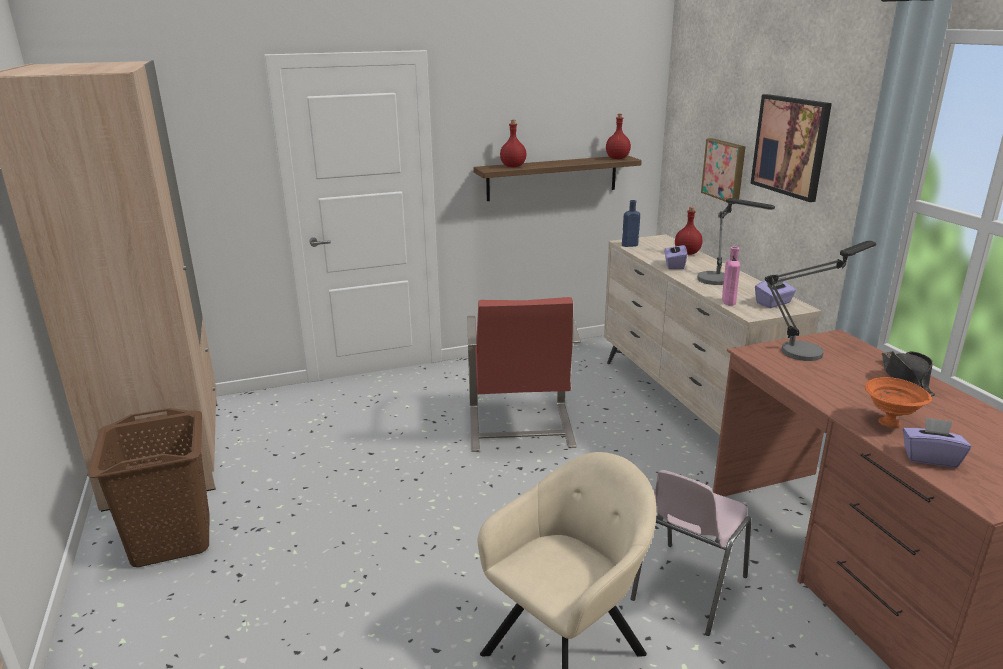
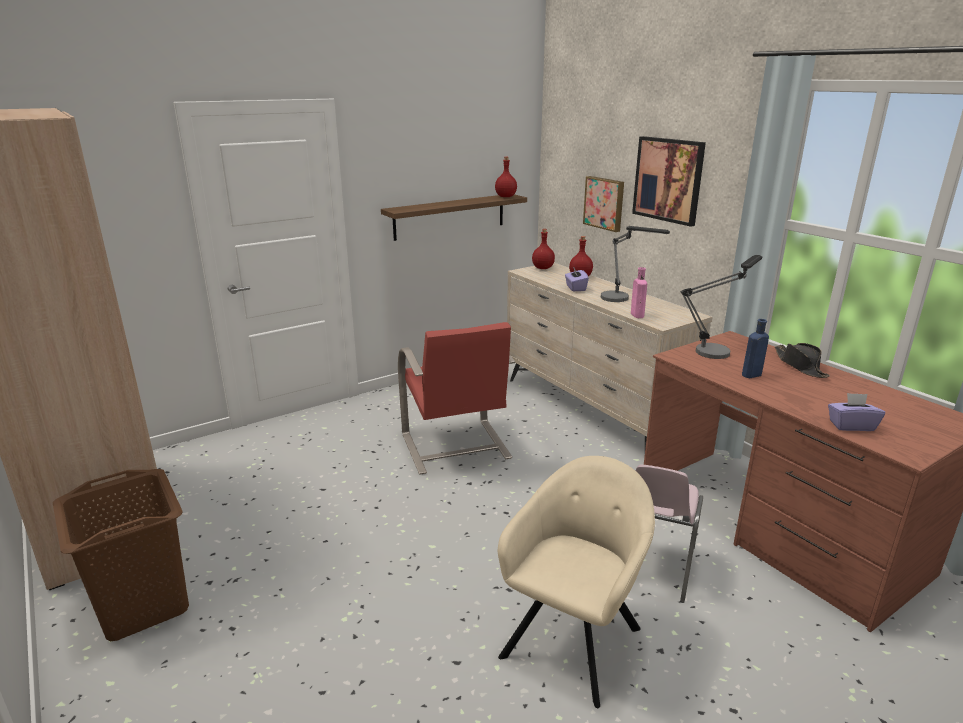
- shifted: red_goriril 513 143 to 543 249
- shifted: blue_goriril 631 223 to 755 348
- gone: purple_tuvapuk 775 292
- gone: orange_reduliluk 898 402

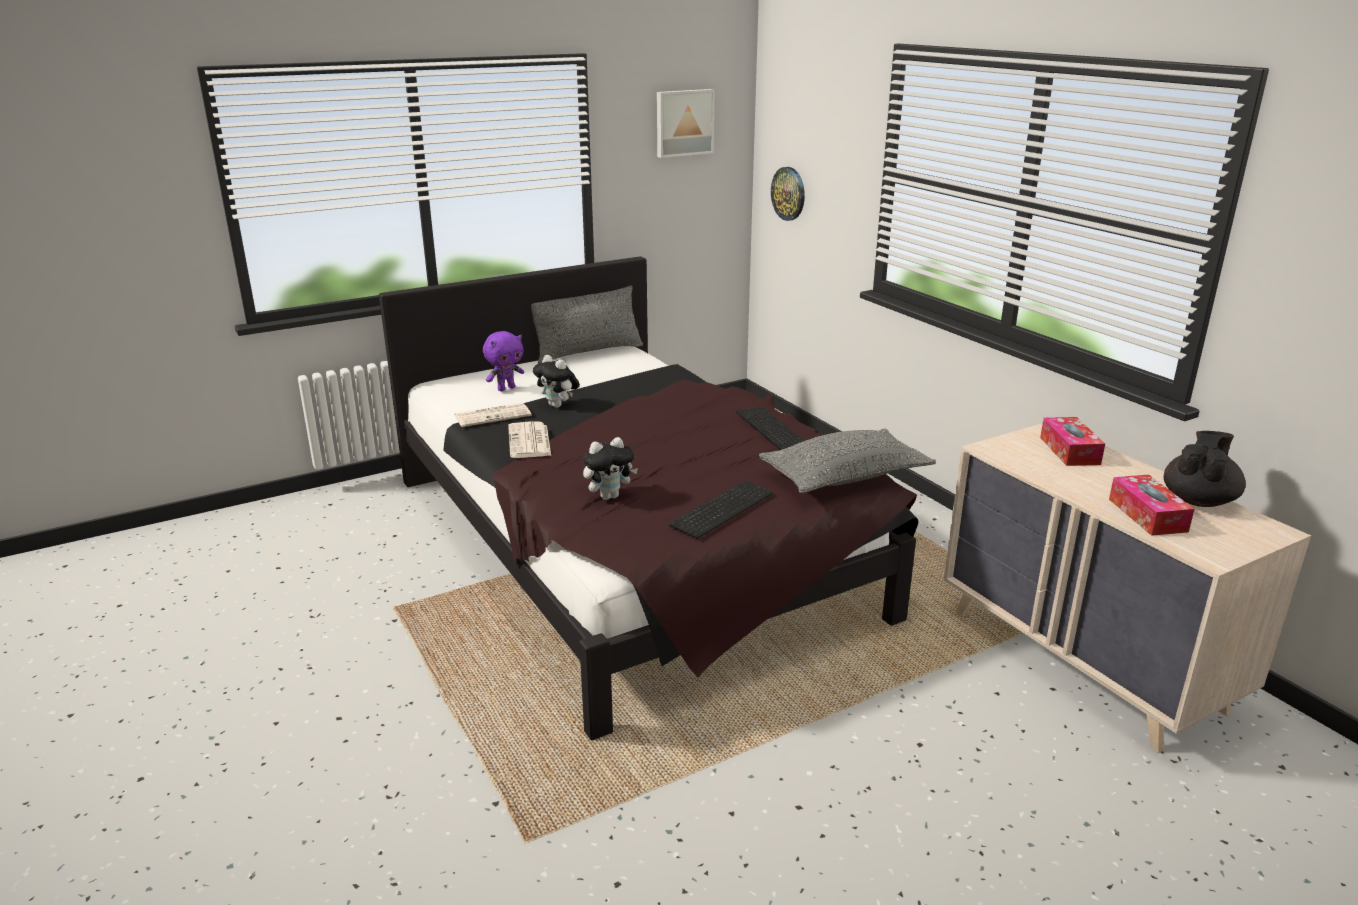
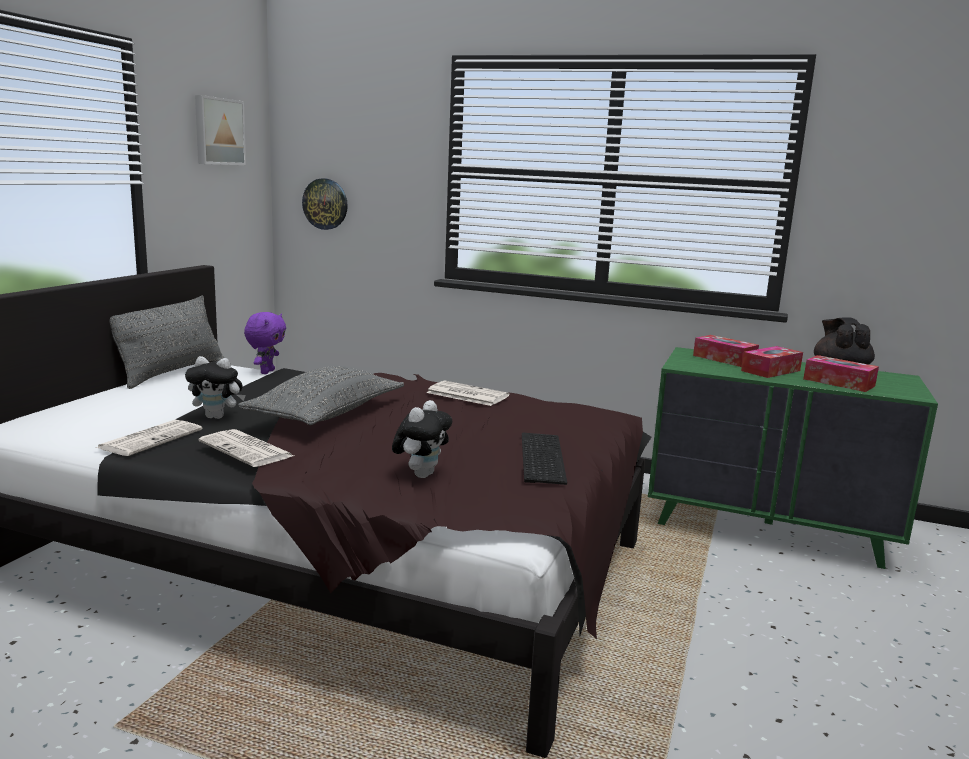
- shifted: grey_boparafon 847 461 to 321 395
- shifted: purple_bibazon 503 361 to 265 343
- swapped: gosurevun 770 428 to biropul 467 393
- repainted: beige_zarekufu 1127 588 to green_zarekufu 793 458
- new: tuvapuk 772 362

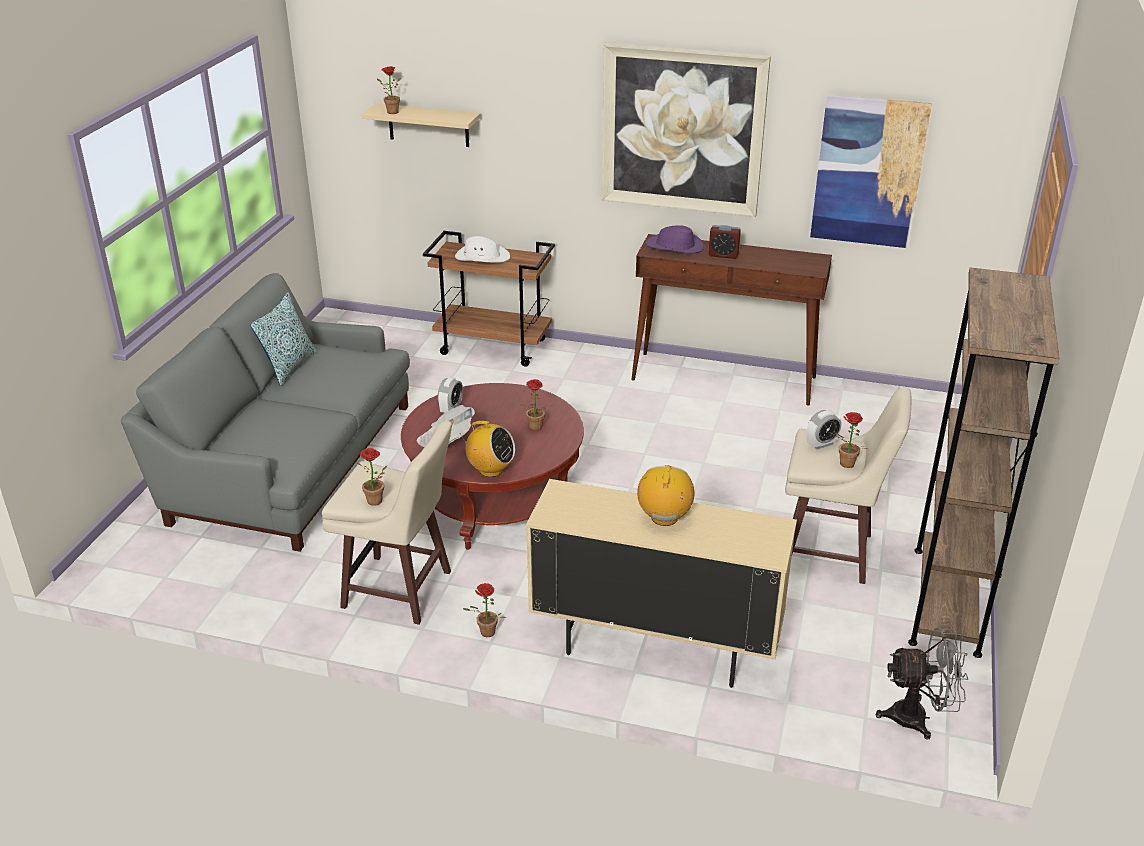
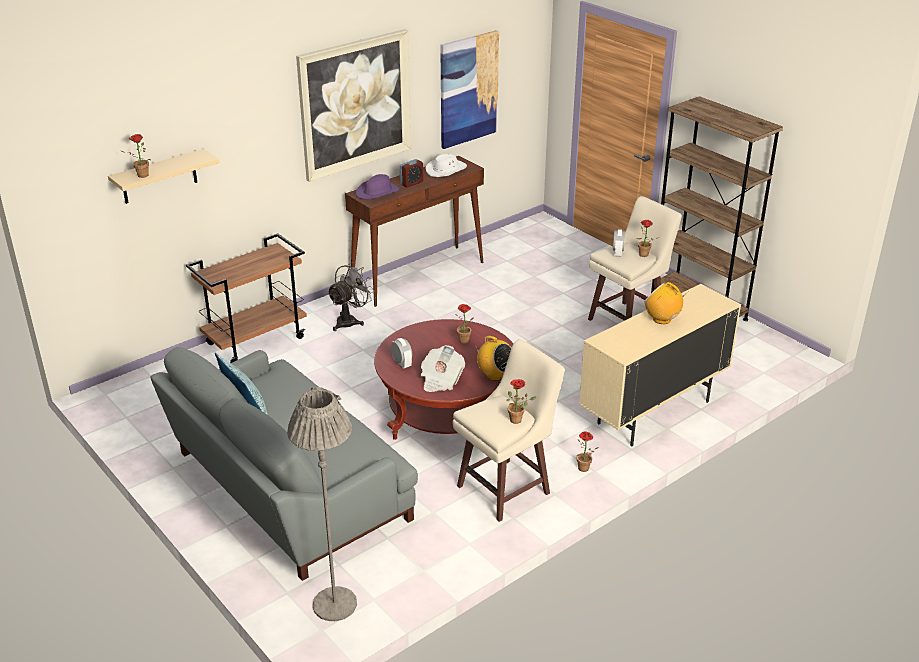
- new: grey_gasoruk 322 504
- shifted: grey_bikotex 921 684 to 351 296
- shifted: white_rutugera 482 249 to 446 165
- rotated: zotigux 488 449 = 493 358 75 degrees clockwise

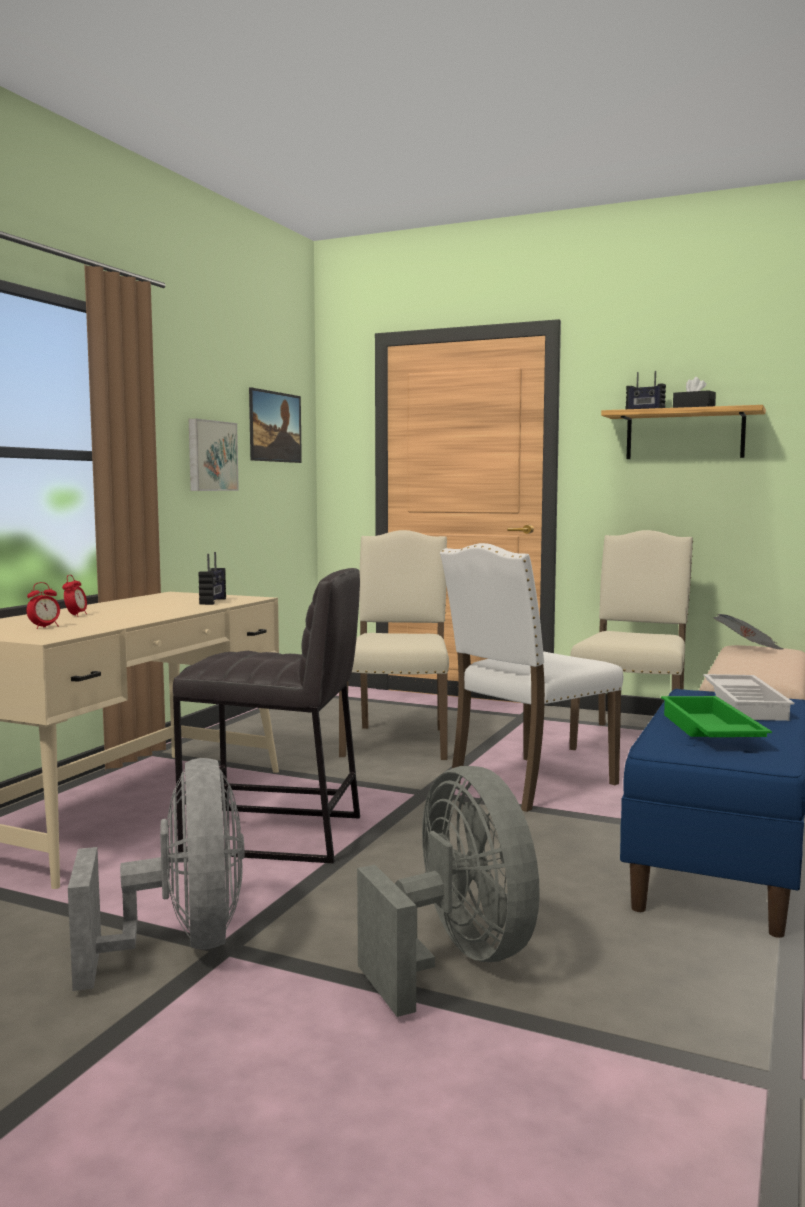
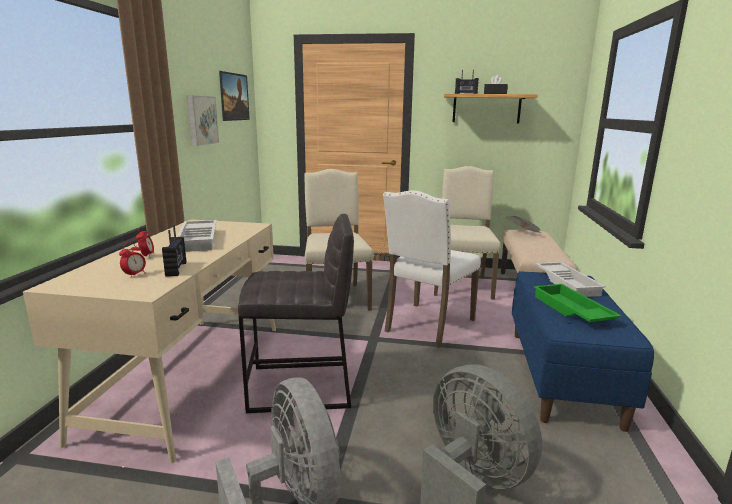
- shifted: zotigux 212 578 to 174 251
- new: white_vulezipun 197 236

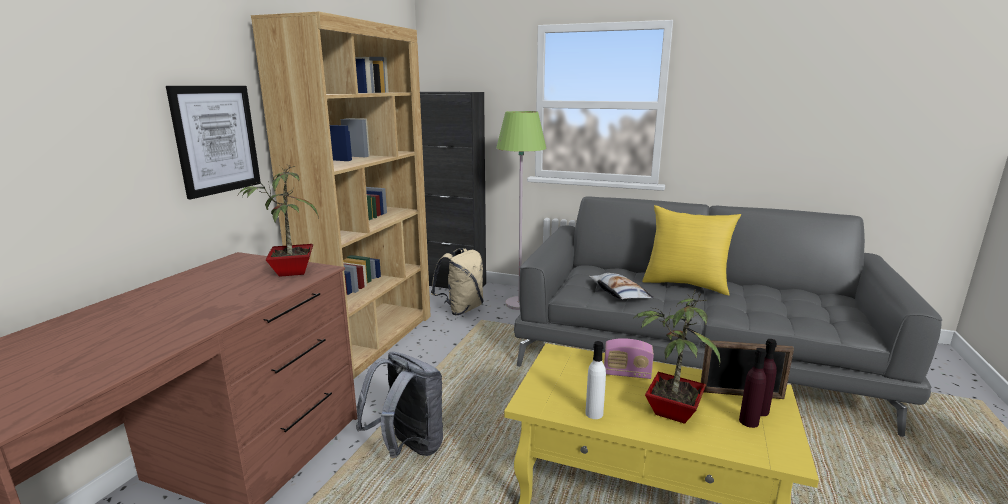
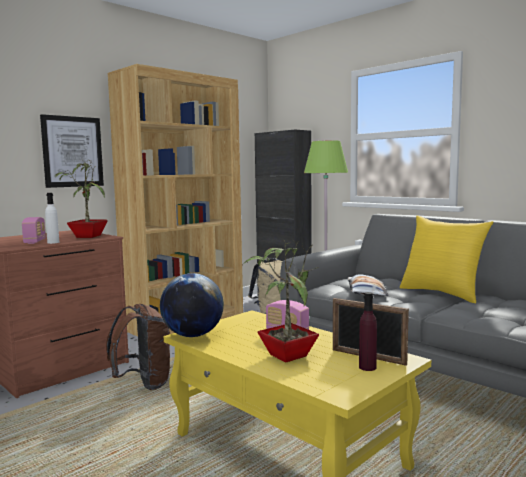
- new: zotigux 34 230
- shifted: white_goriril 595 380 to 52 218
- repainted: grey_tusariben 399 405 to brown_tusariben 138 347
- new: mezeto 192 305
- gone: purple_goriril 752 388

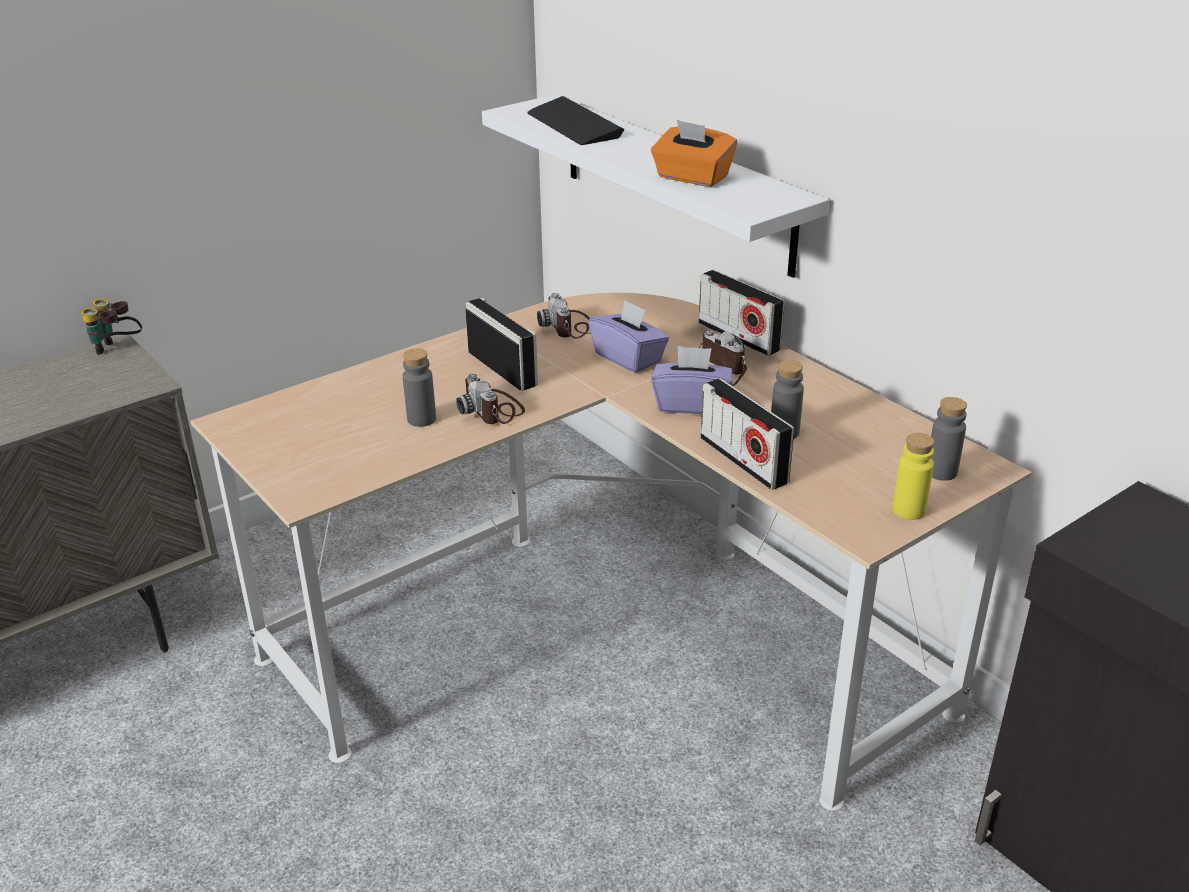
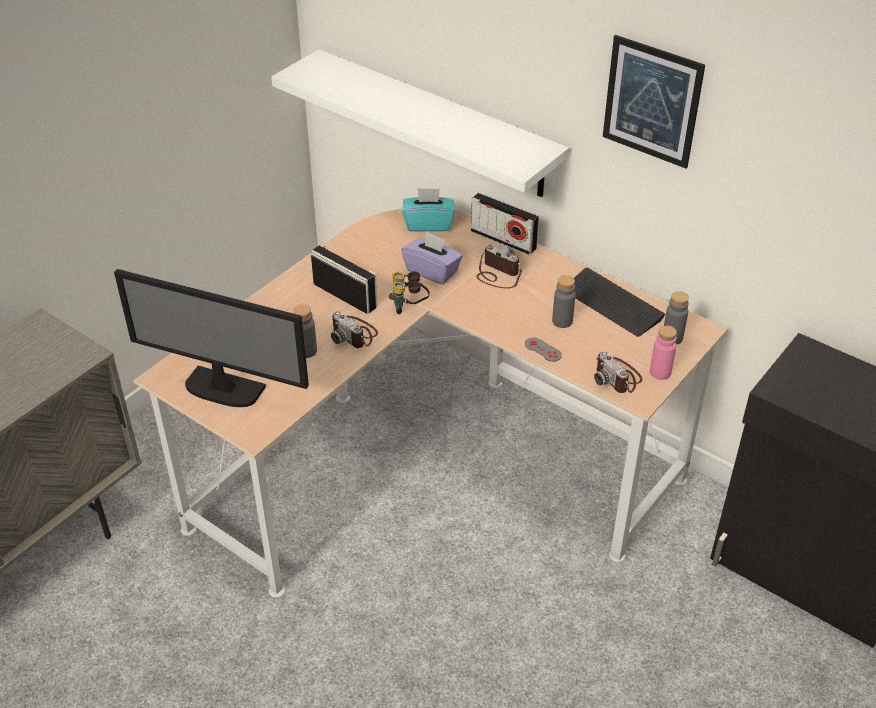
- new: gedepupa 211 338
- shifted: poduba 111 327 to 409 292
- new: turquoise_tuvapuk 428 210
- swapped: zotigux 747 434 to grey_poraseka 543 349
- shifted: gosurevun 576 120 to 619 302
- shifted: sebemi 564 316 to 618 372
- new: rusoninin 654 101
- repainted: yellow_goriril 913 476 to pink_goriril 663 352
- gone: orange_tuvapuk 694 153
- gone: purple_tuvapuk 691 380

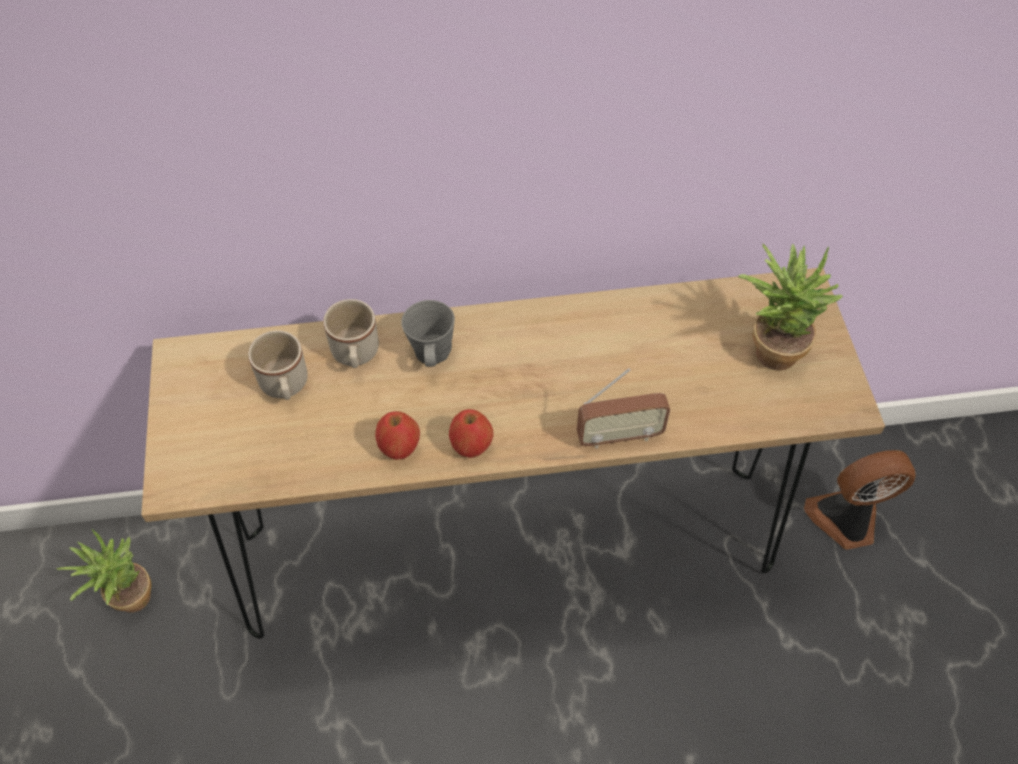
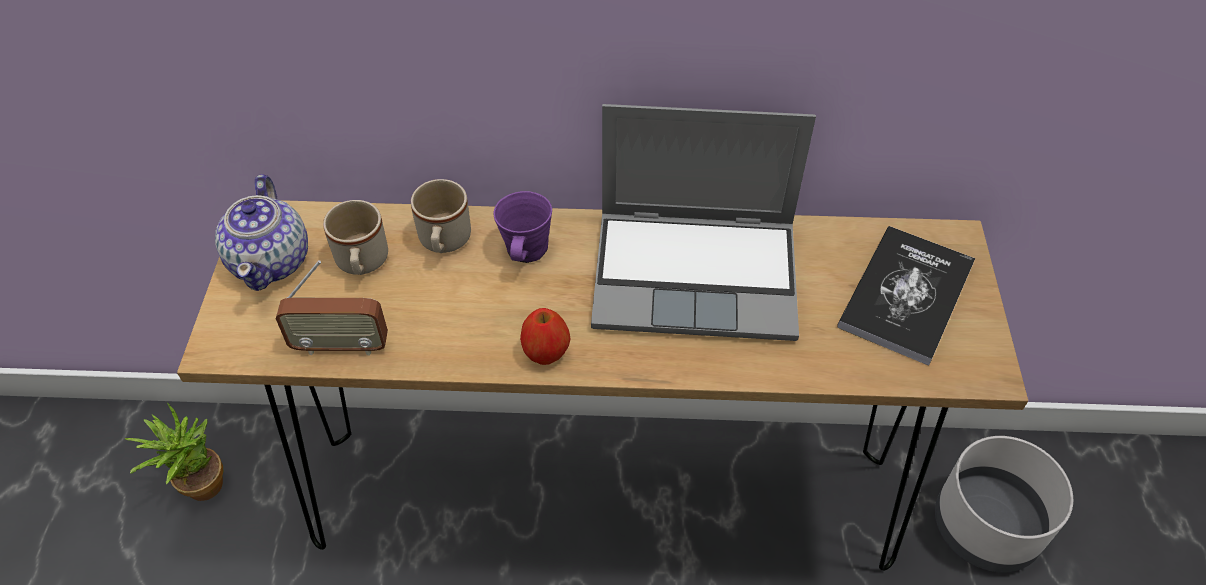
- new: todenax 261 232
- shifted: zotigux 623 408 to 332 308
- repainted: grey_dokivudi 428 333 to purple_dokivudi 522 227
- new: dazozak 703 222
- swapped: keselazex 790 307 to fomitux 906 296
- swapped: bikotex 860 500 to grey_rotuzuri 1004 504
- gone: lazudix 397 435

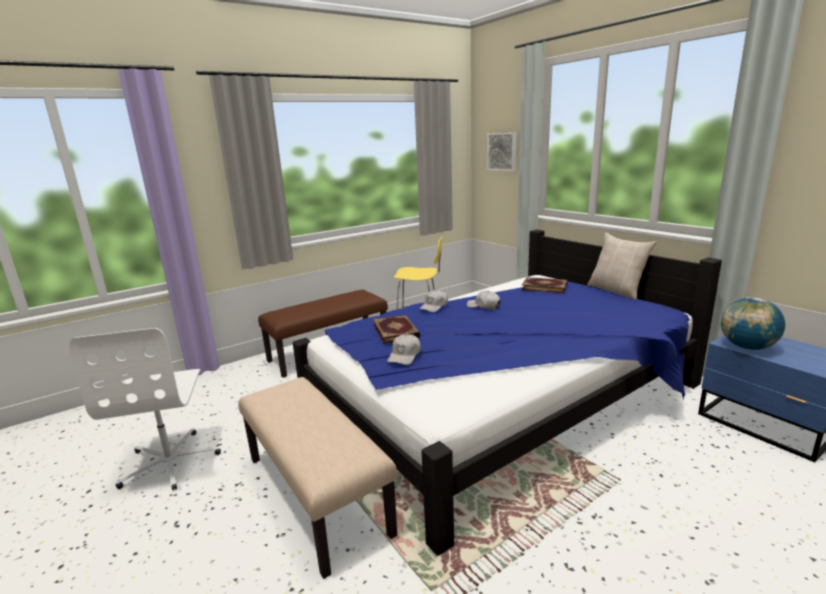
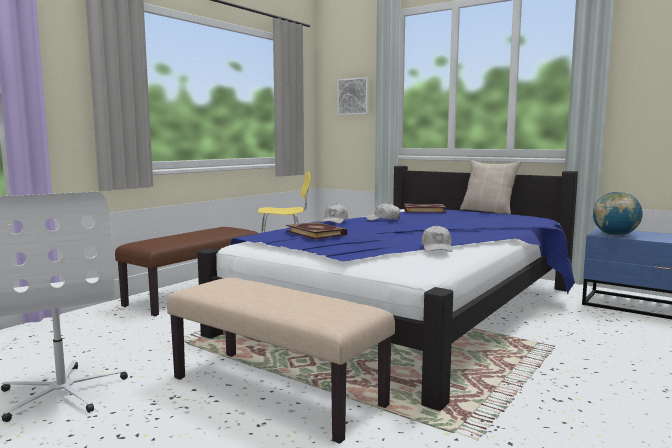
- shifted: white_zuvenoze 404 349 to 436 238

